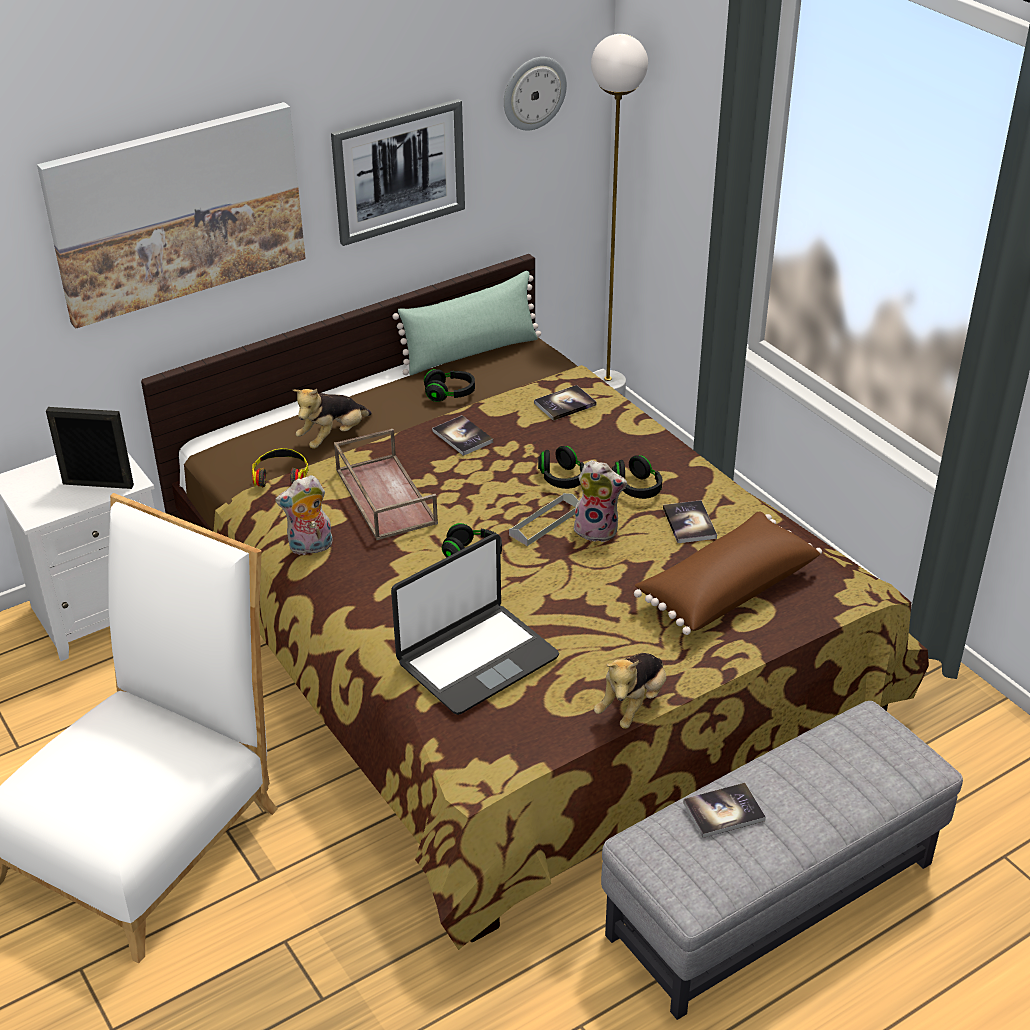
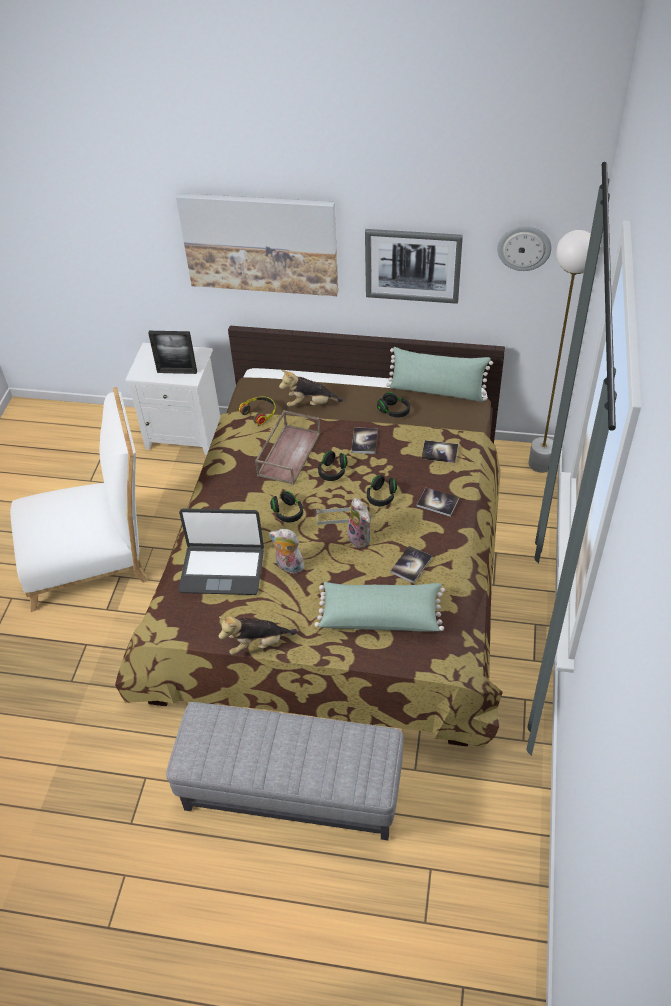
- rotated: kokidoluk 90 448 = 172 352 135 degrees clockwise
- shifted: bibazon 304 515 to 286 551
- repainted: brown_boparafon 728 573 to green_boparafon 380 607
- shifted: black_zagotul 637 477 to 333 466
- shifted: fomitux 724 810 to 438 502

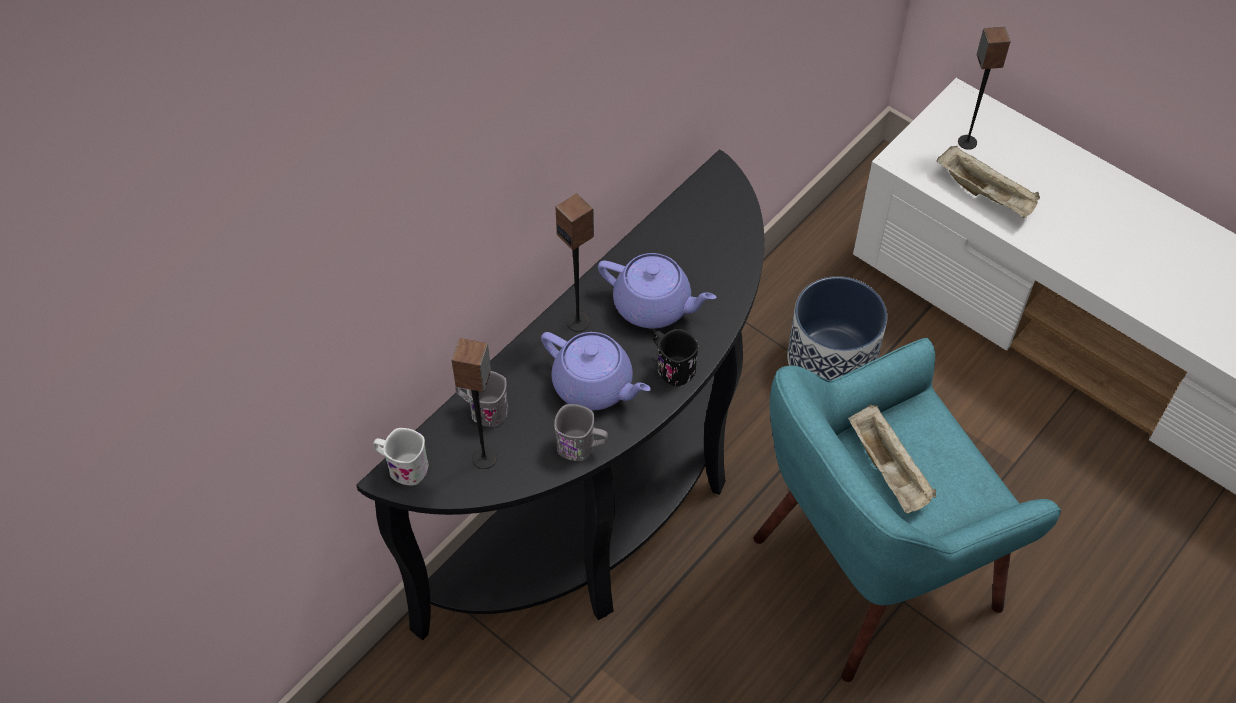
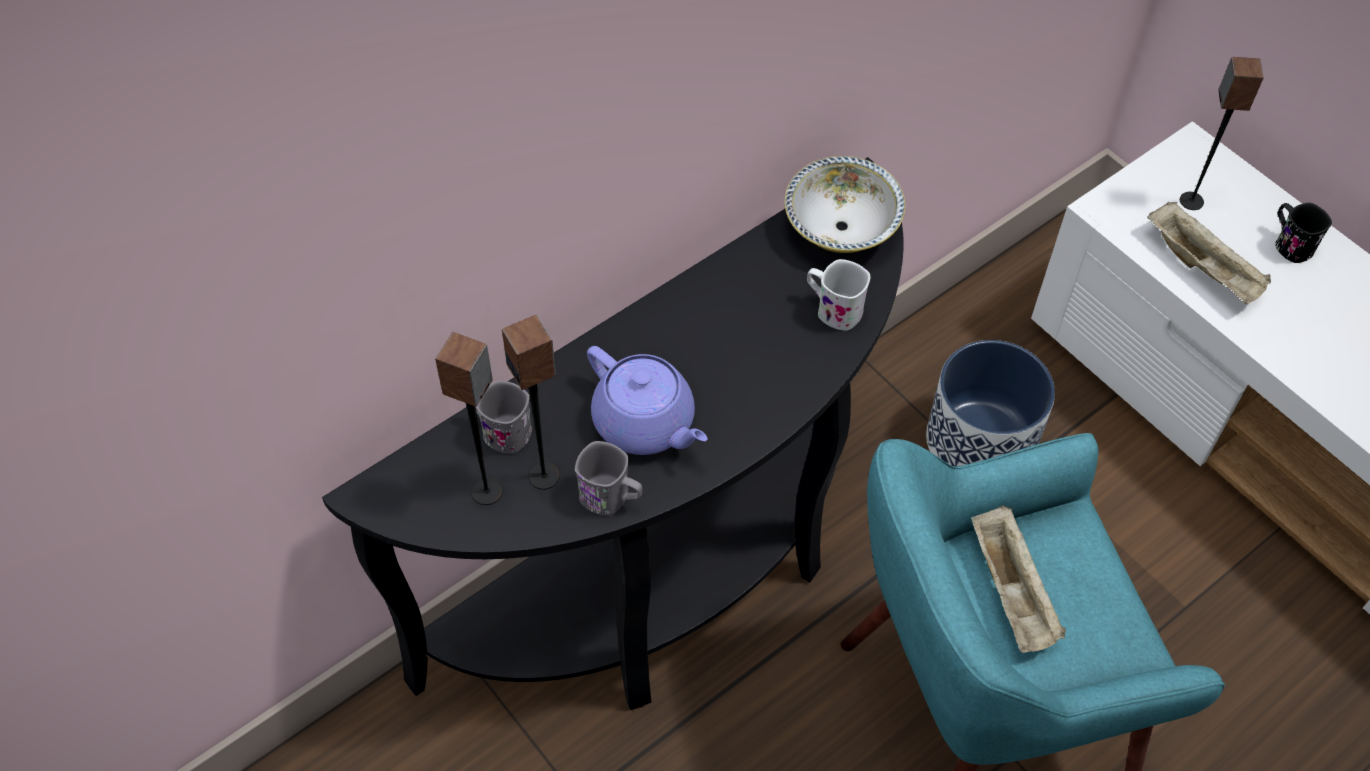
- shifted: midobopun 575 262 to 531 402
- new: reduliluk 845 204
- shifted: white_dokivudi 400 456 to 838 295
- shifted: black_dokivudi 676 358 to 1303 233
- gone: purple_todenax 657 291

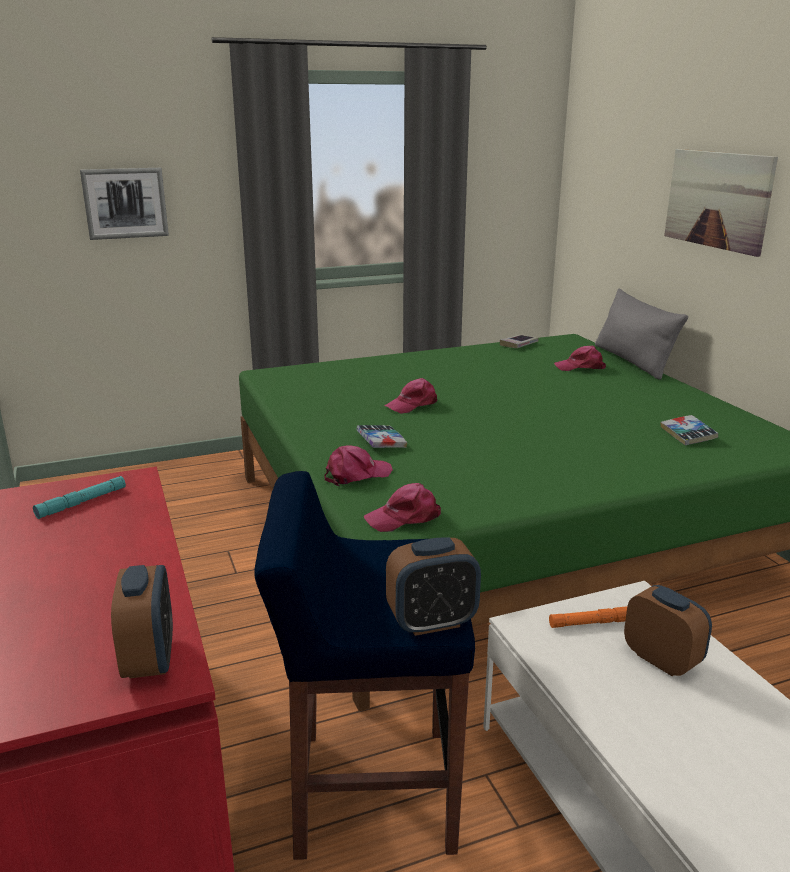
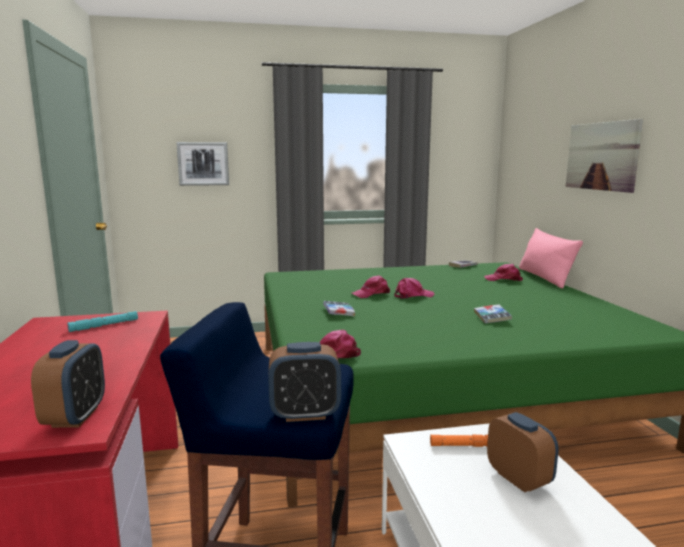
- shifted: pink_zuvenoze 358 465 to 414 288
- shifted: fomitux 689 430 to 493 313
- repainted: grey_boparafon 641 334 to pink_boparafon 551 258

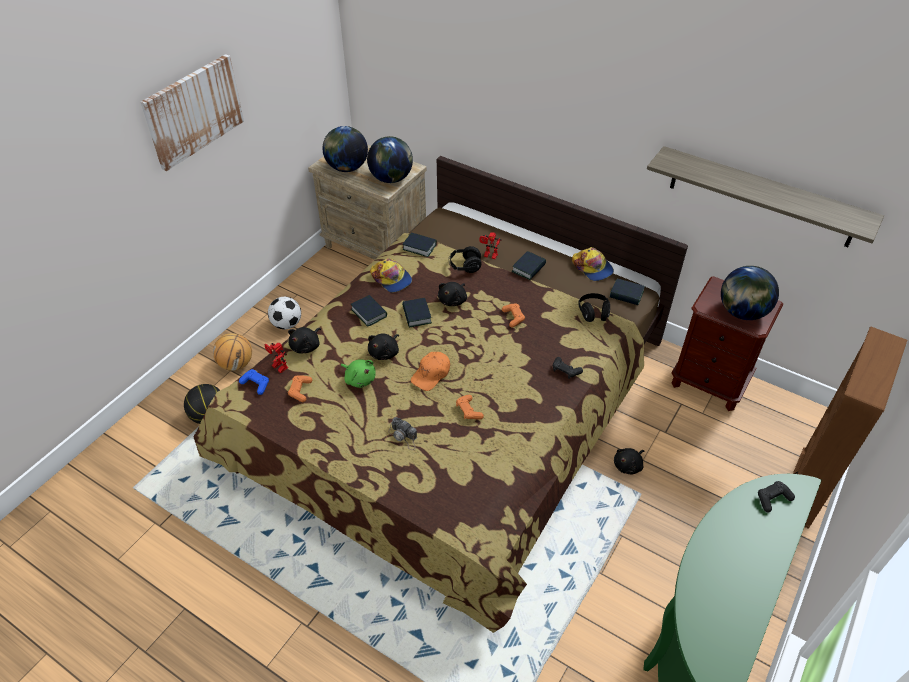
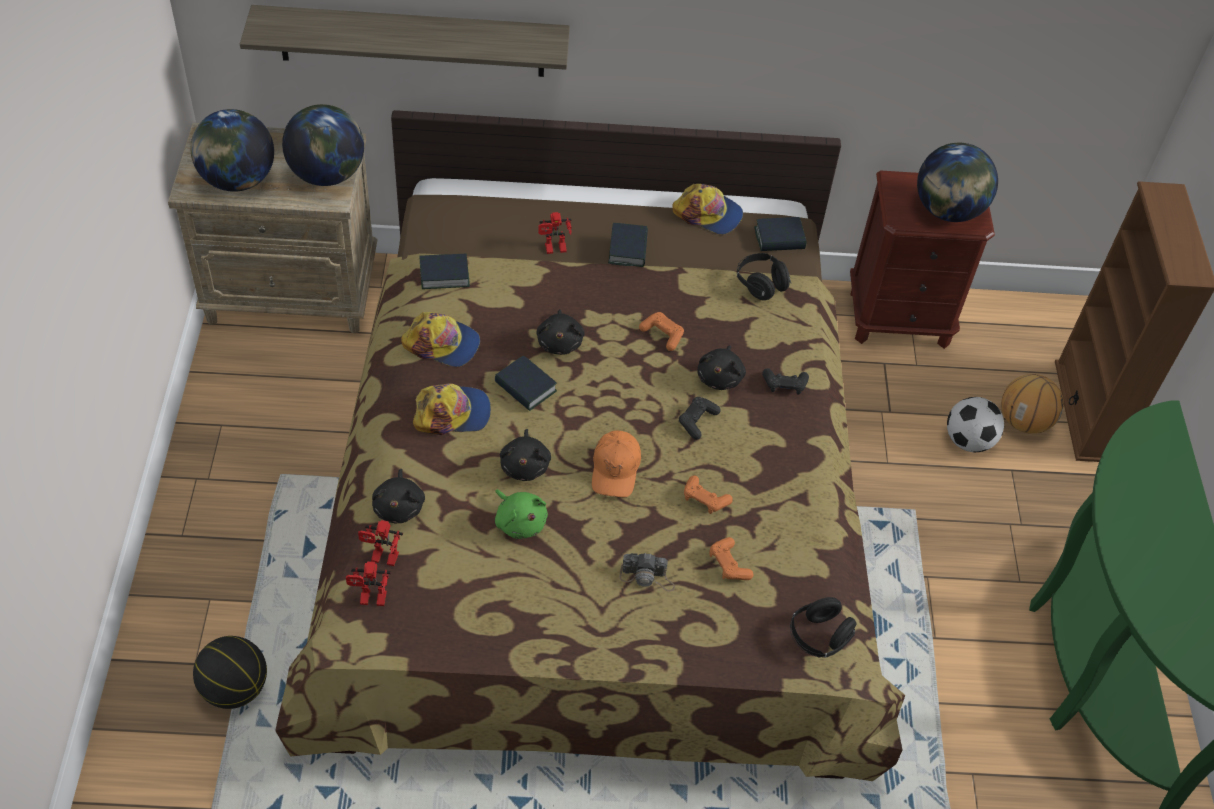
- shifted: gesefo 765 196 to 405 41
- swapped: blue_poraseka 254 382 to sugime 368 583
- swapped: fomitux 369 311 to zuvenoze 452 409
- rotated: green_bibazon 358 374 = 521 514 45 degrees clockwise
- shifted: black_poraseka 776 496 to 699 418
- shifted: black_bibazon 629 461 to 721 367
- shifted: orange_poraseka 300 388 to 731 558
- shifted: black_zagotul 465 259 to 823 627
- shifted: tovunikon 284 313 to 975 424
- shifted: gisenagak 232 352 to 1032 404
- gone: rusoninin 192 112

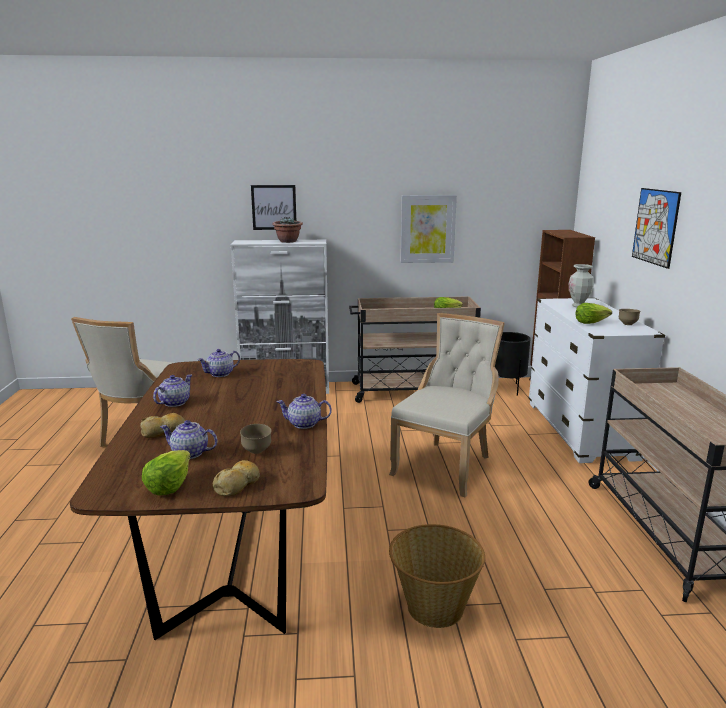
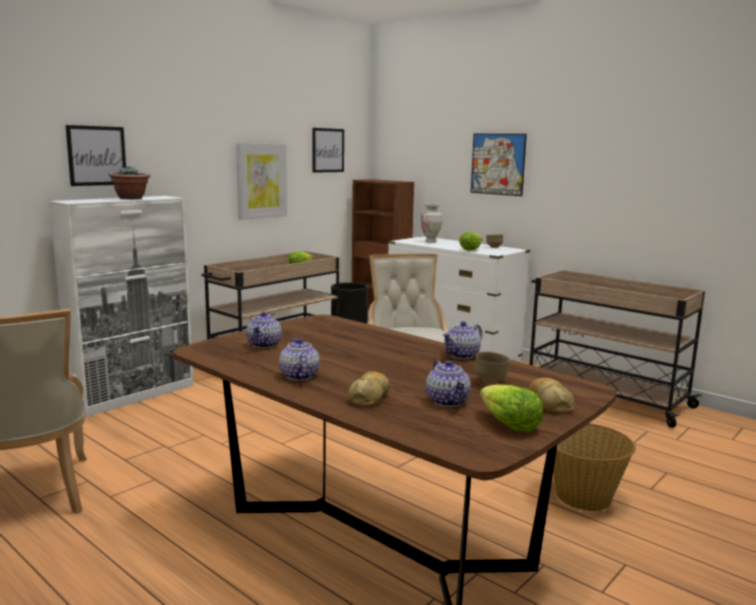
- new: rusoninin 328 150
- rotated: todenax 189 439 = 448 383 75 degrees counterclockwise

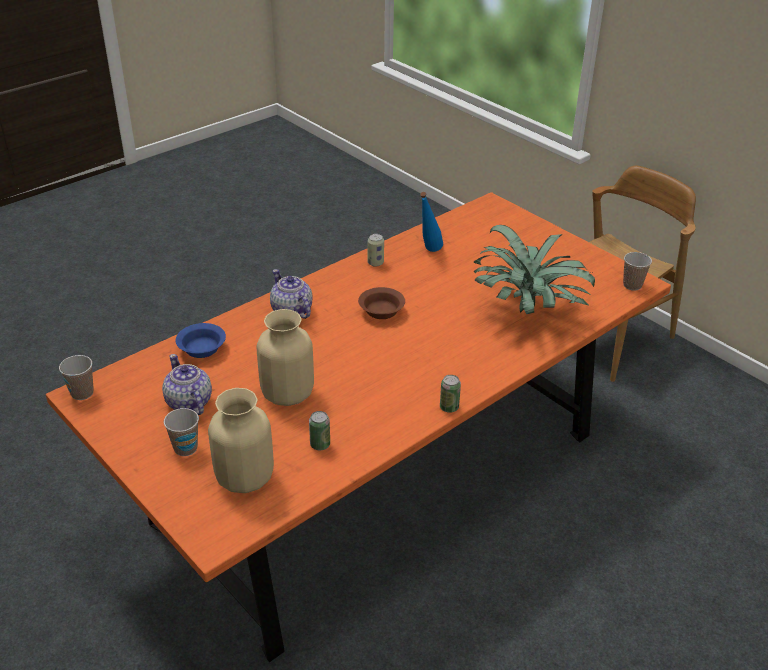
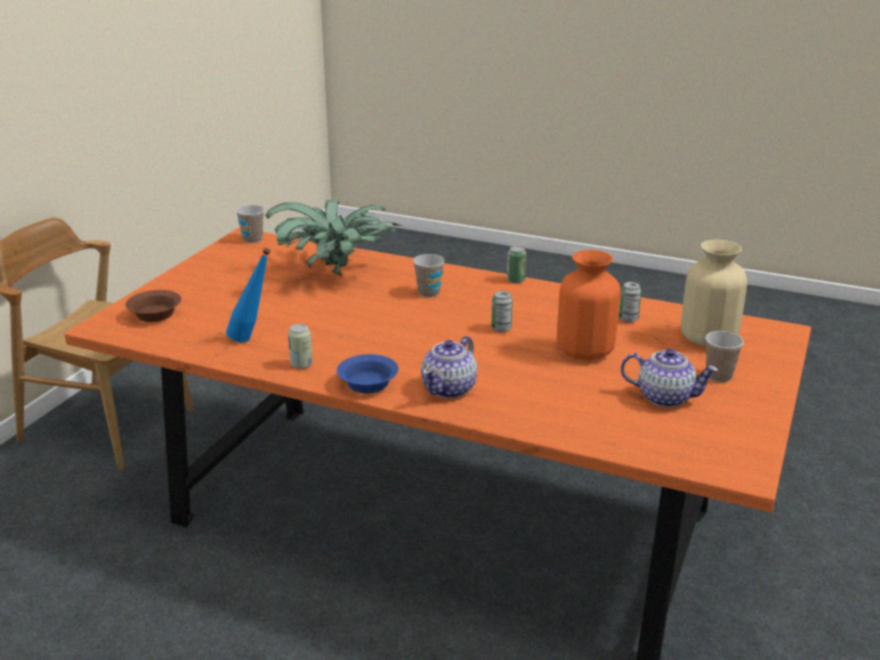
- shifted: brown_reduliluk 381 303 to 153 306
- shifted: blue_reduliluk 200 340 to 368 373
- shifted: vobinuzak 76 377 to 429 276
- new: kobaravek 502 311
- repainted: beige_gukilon 285 357 to orange_gukilon 589 305
- rotated: todenax 187 384 = 669 378 105 degrees counterclockwise

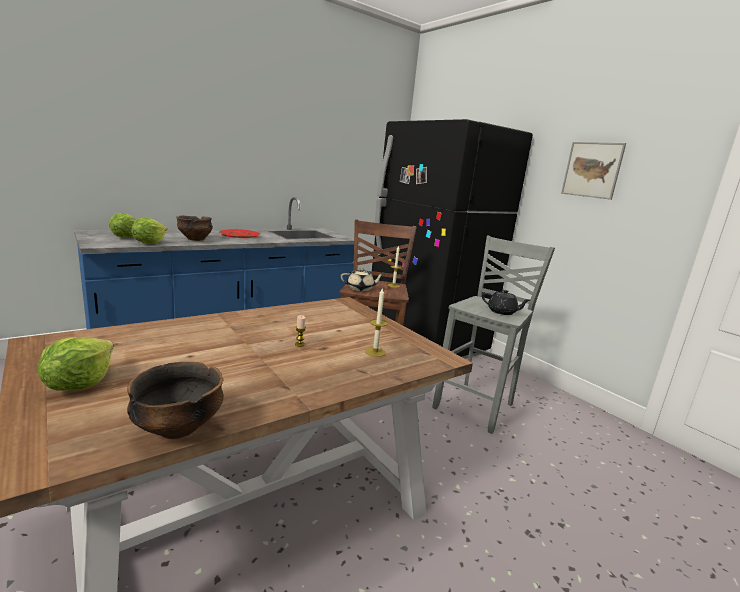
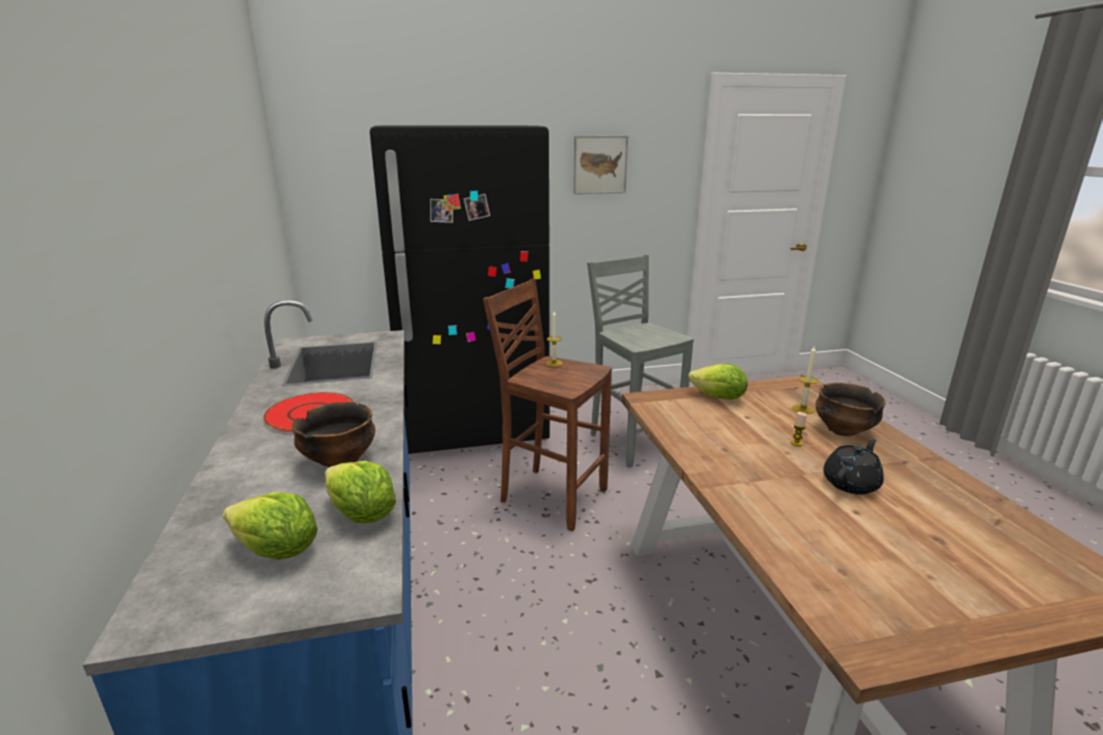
- shifted: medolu 76 364 to 718 382
- shifted: reduliluk 175 400 to 850 409
- shifted: black_todenax 506 302 to 853 467
- gone: beige_todenax 362 279

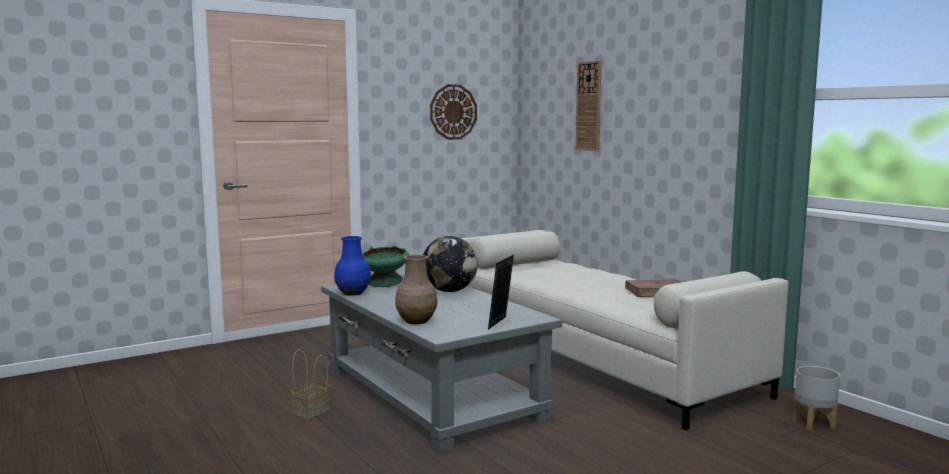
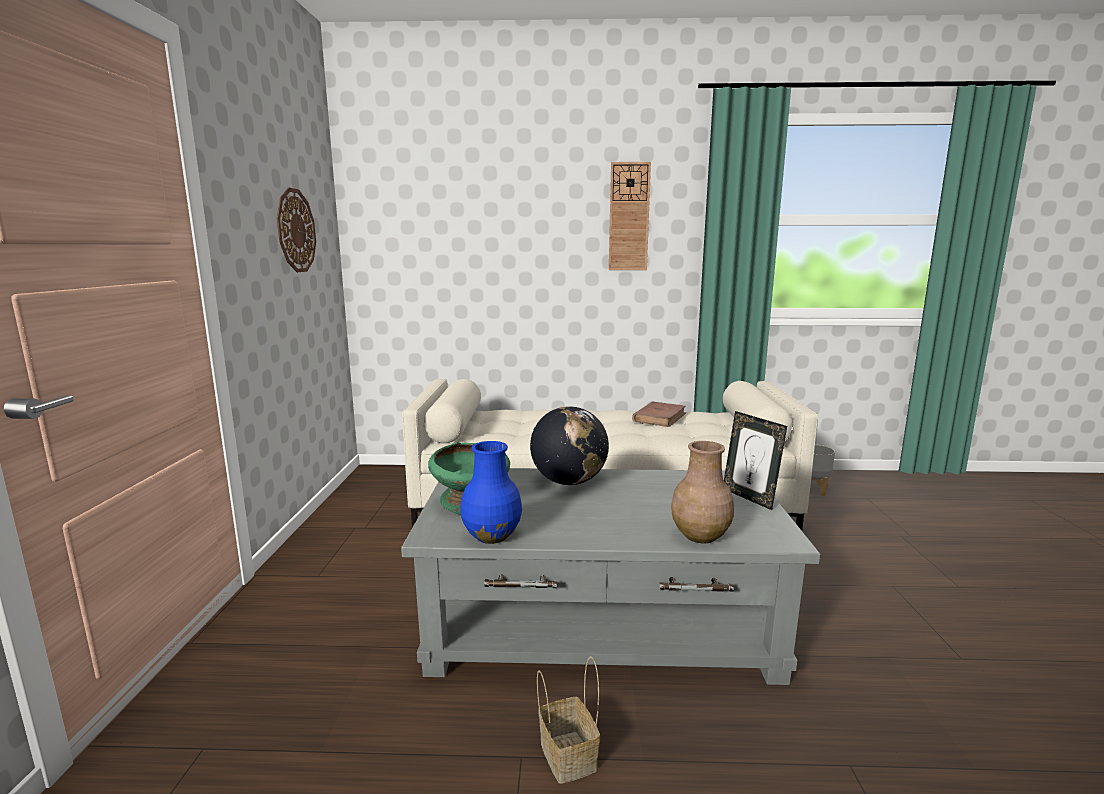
- shifted: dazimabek 588 105 to 630 216

